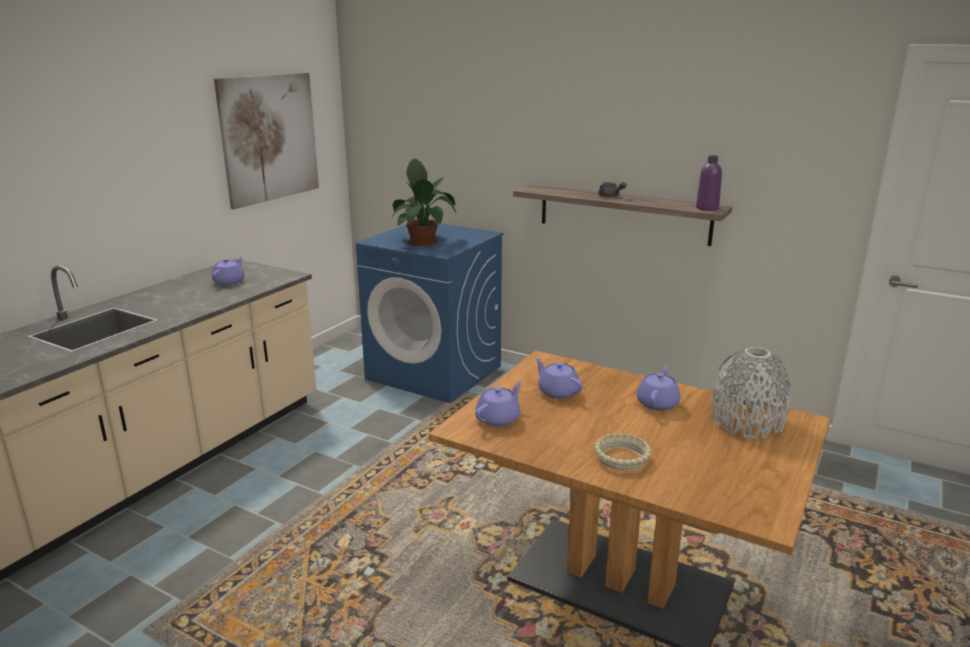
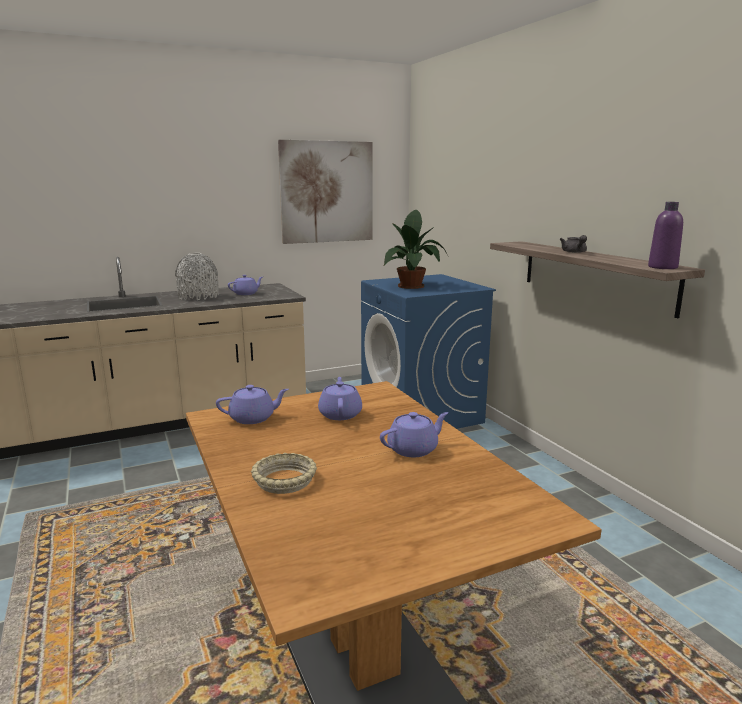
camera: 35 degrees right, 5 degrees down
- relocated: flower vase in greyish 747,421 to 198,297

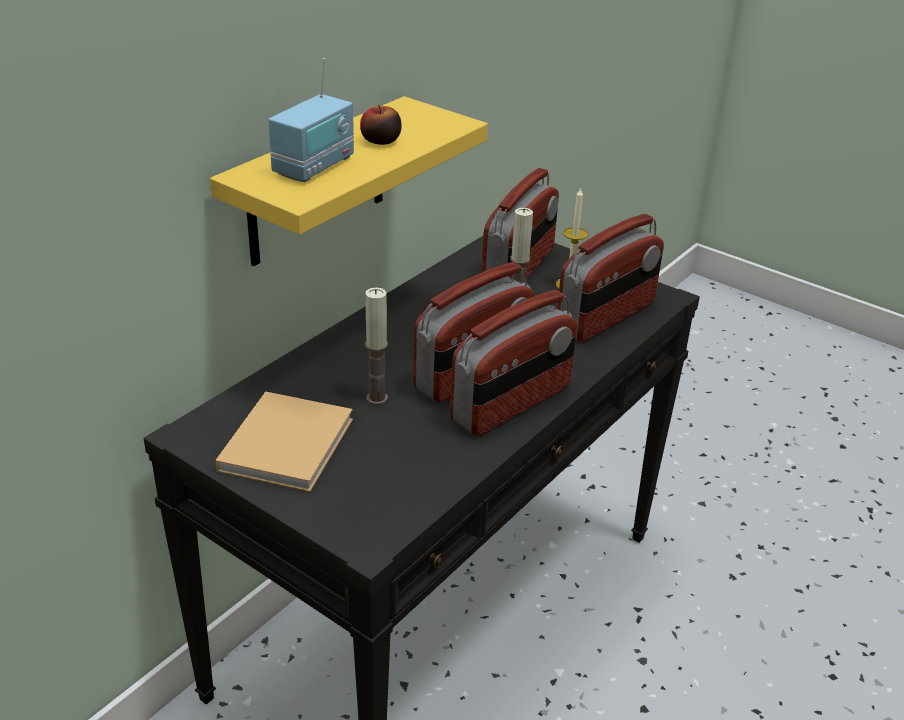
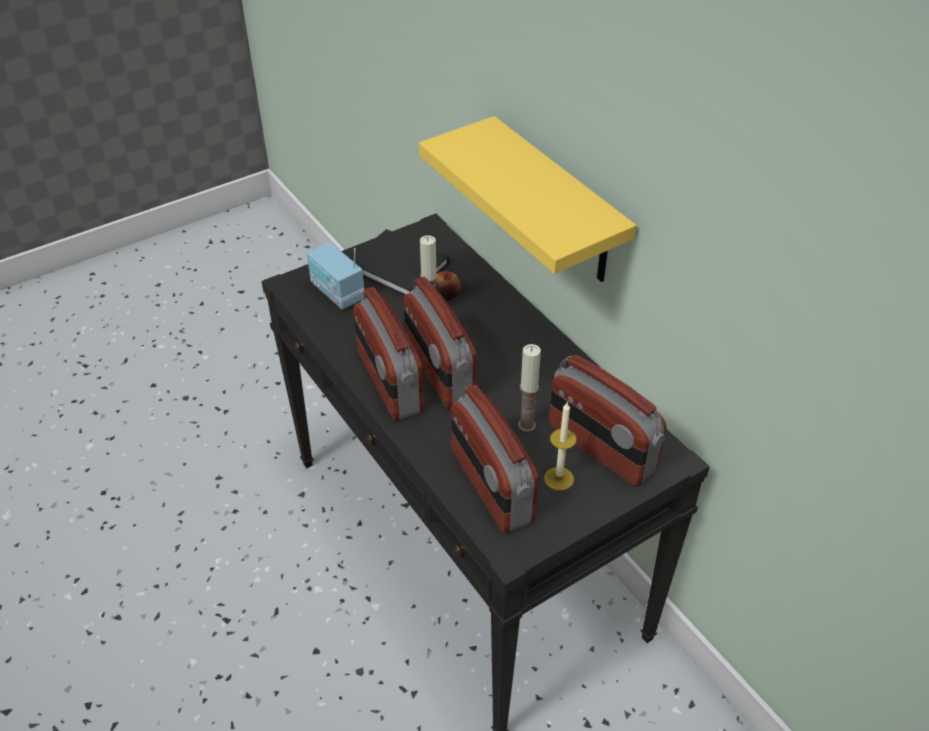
camera: 110 degrees right, 10 degrees up
- colour: volume in sand-coloured 288,442 to volume in blackish 400,267
- relocated: radio 314,167 to 337,292
- relocated: apple fruit 380,141 to 445,294

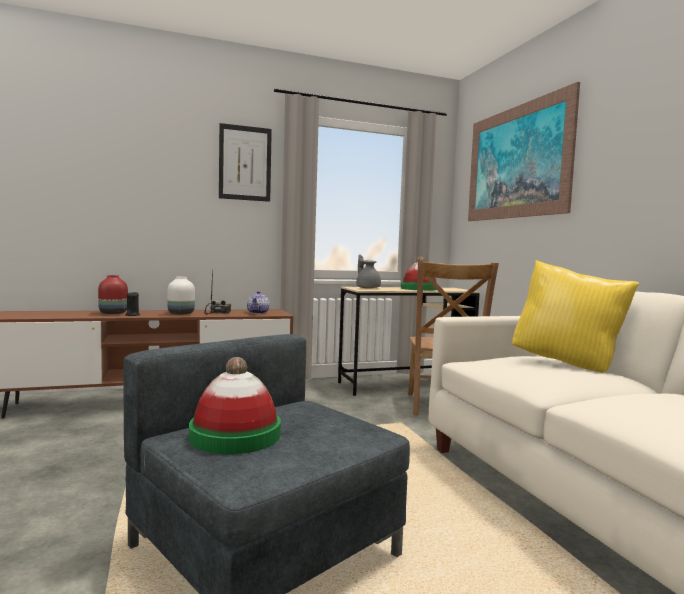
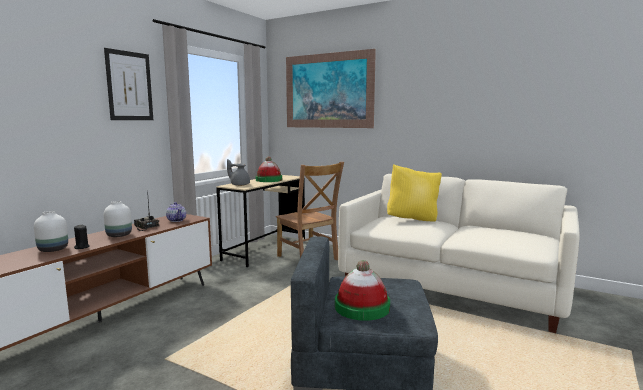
camera: 40 degrees left, 5 degrees up
- colour: flower vase in red-coloured 113,313 to flower vase in whitish 53,249

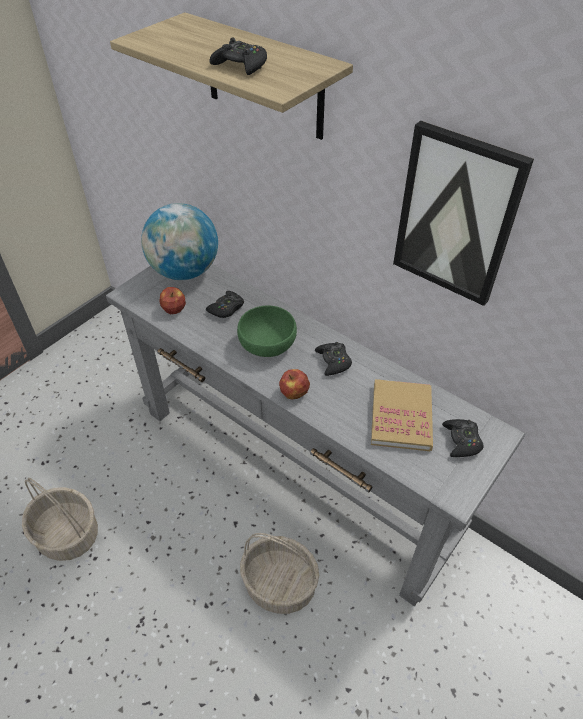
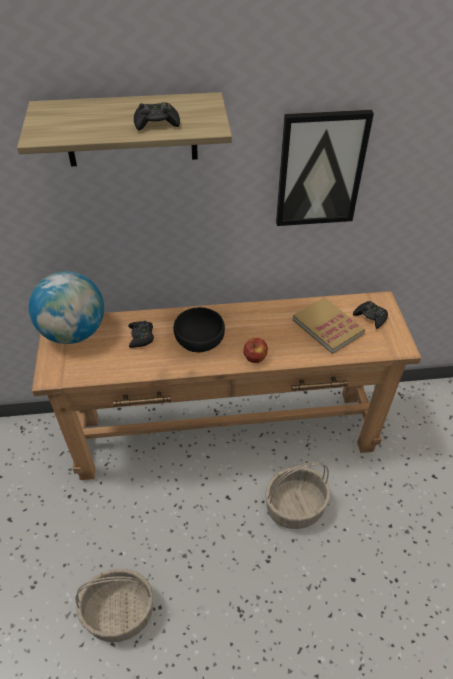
camera: 45 degrees left, 0 degrees up
- colour: narrow table in greyish 293,470 to narrow table in brown-coloured 226,434
- missing: apple fruit 174,309
- colour: deep dish in green 267,343 to deep dish in blackish 199,340
- missing: game controller in blackish 333,361

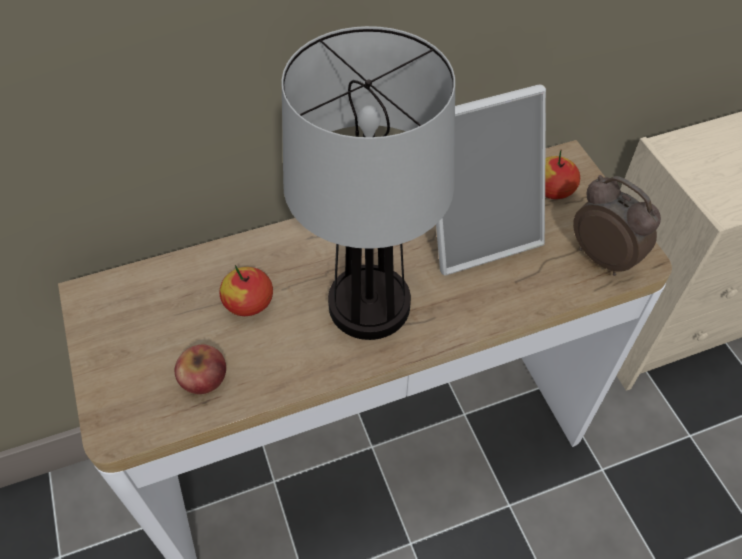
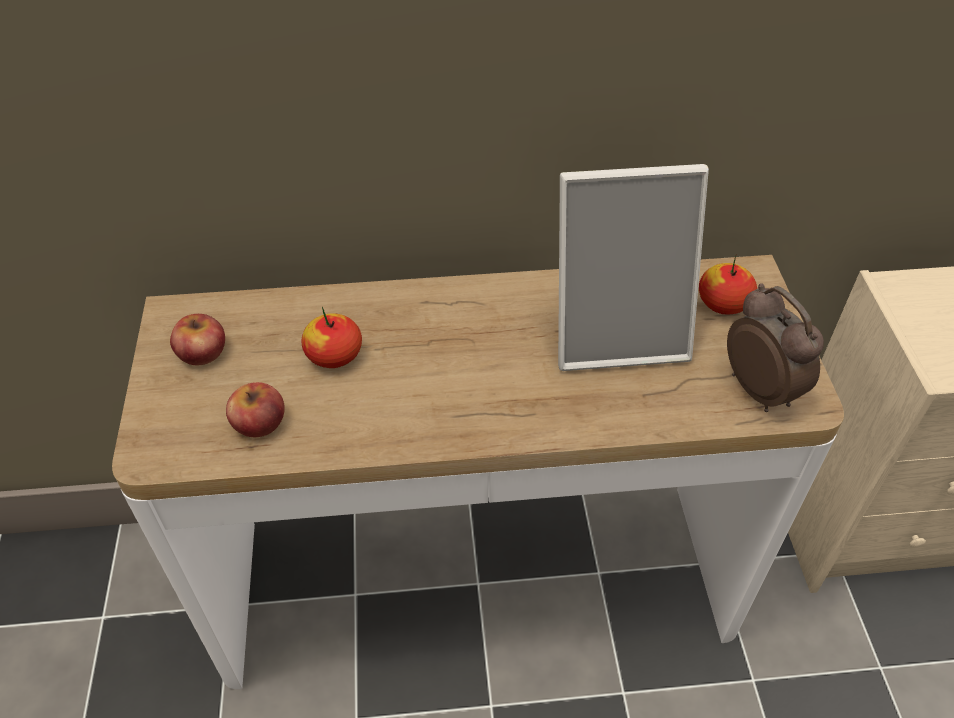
camera: 15 degrees right, 5 degrees down
- missing: tabletop lamp 367,306
- appeared: apple fruit 202,352

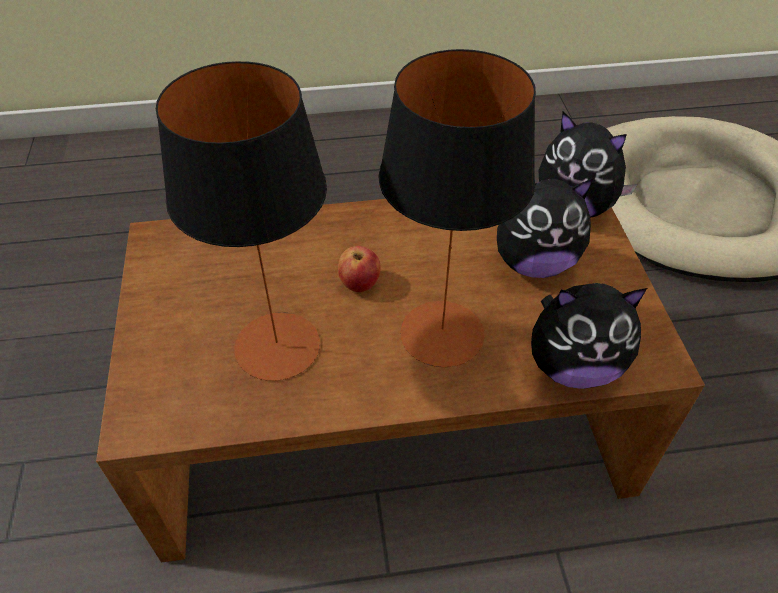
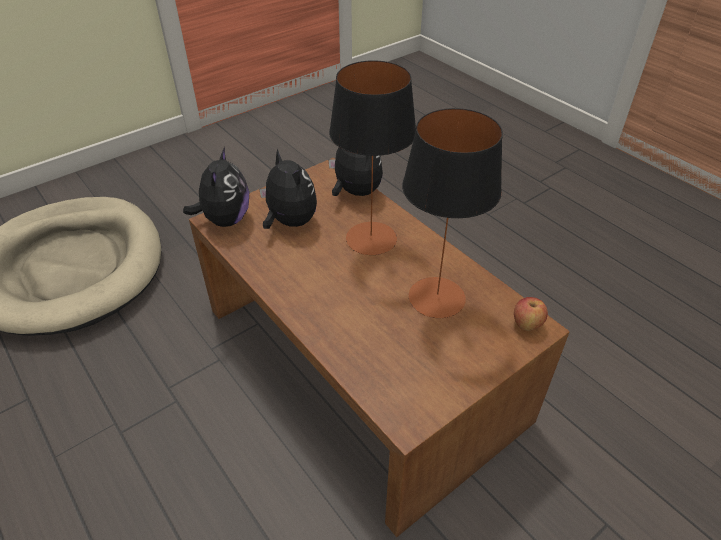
camera: 120 degrees left, 5 degrees down
- relocated: apple fruit 360,283 to 526,324

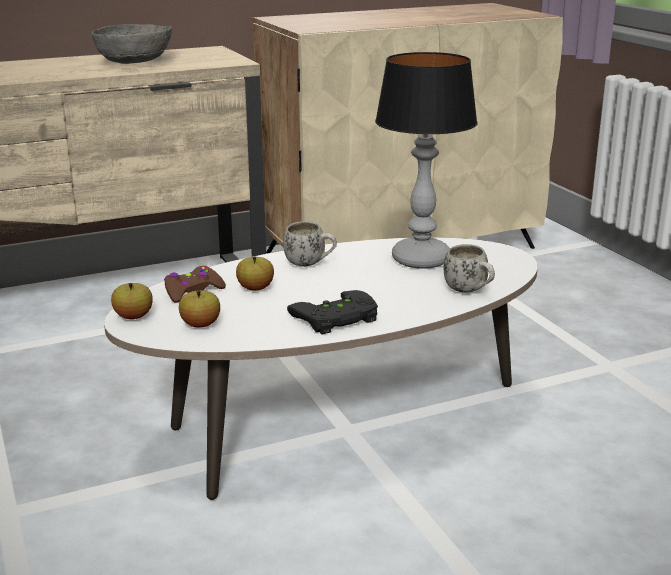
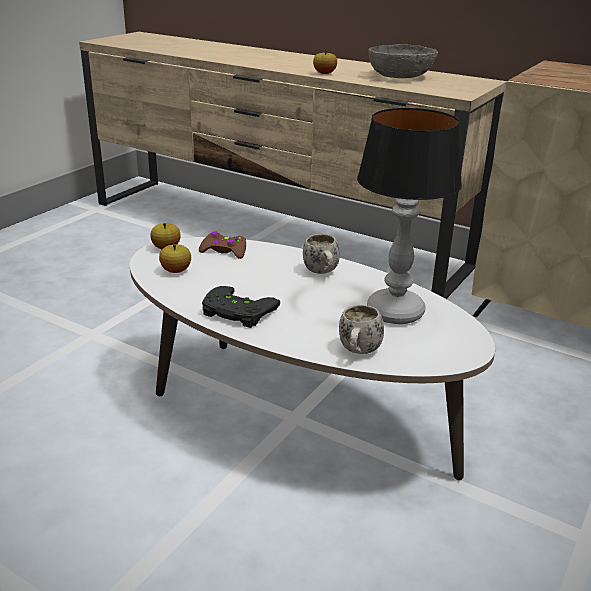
camera: 55 degrees right, 5 degrees up
- relocated: apple fruit 255,288 to 324,73

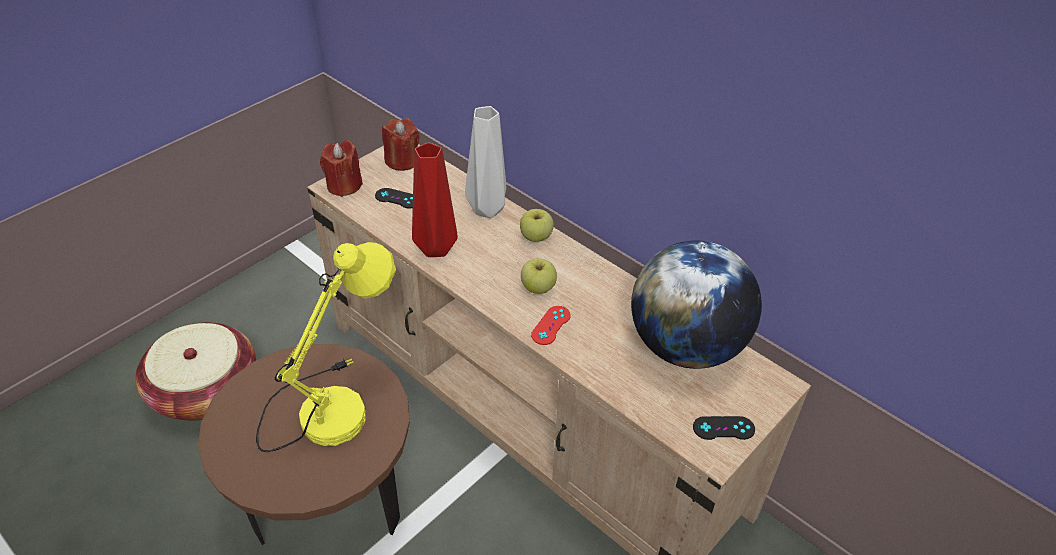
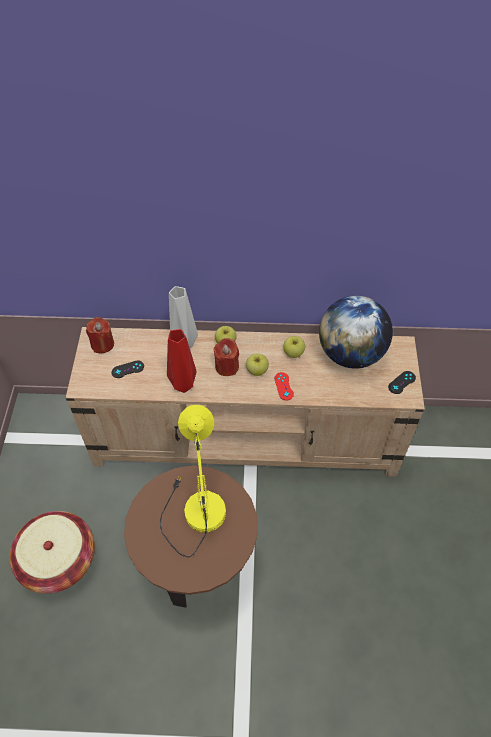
camera: 40 degrees left, 10 degrees up
- relocated: candle in red-coloured 344,185 to 227,366
- appeared: apple fruit 293,353

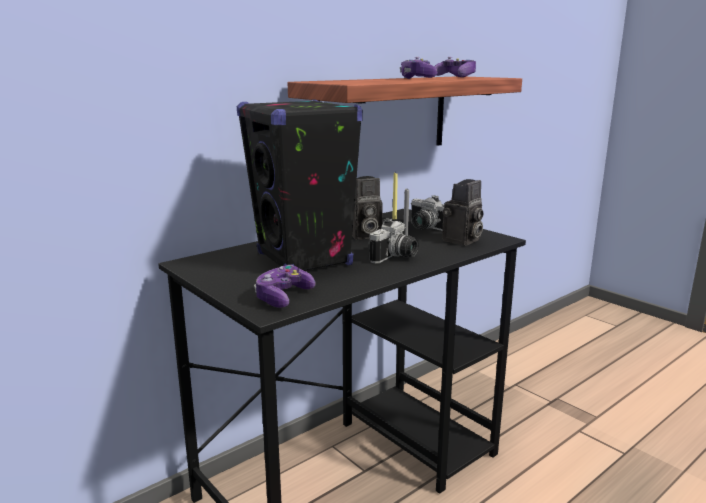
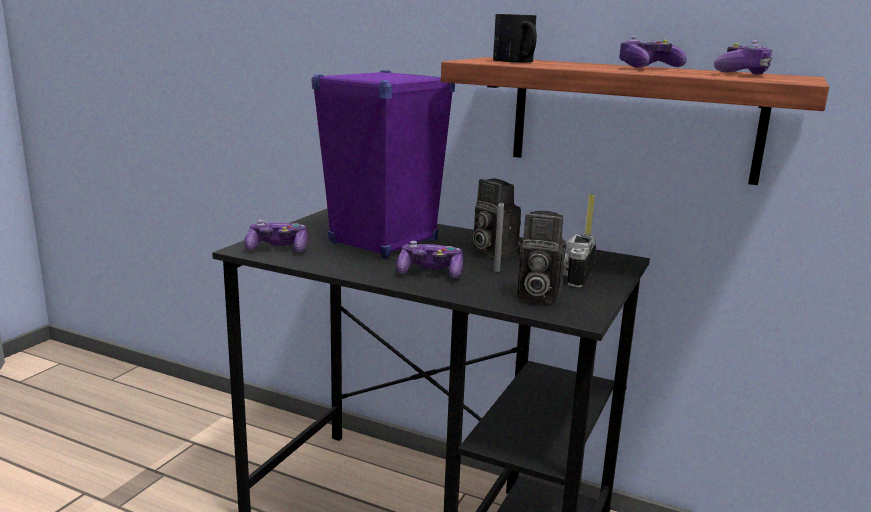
camera: 65 degrees right, 0 degrees up
- colour: loudspeaker in blackish 304,259 to loudspeaker in purplish 383,242
- exchanged: still camera 396,257 to game controller 430,273
- appeared: coffee mug 517,61

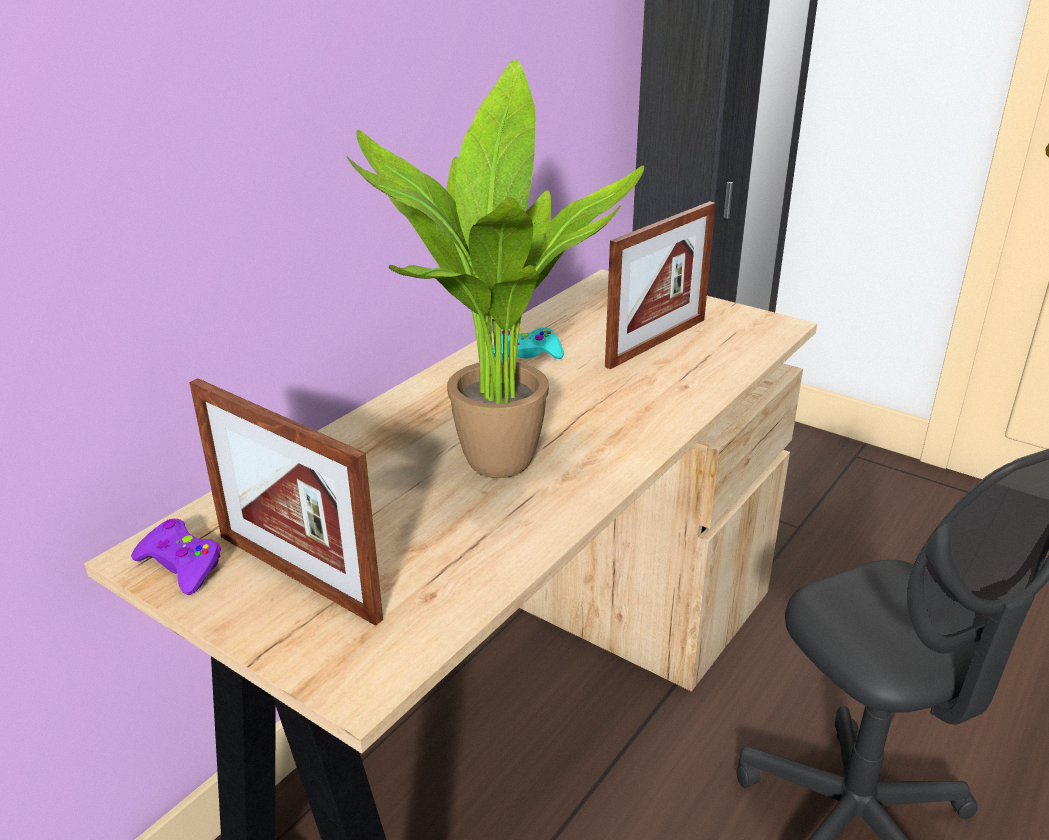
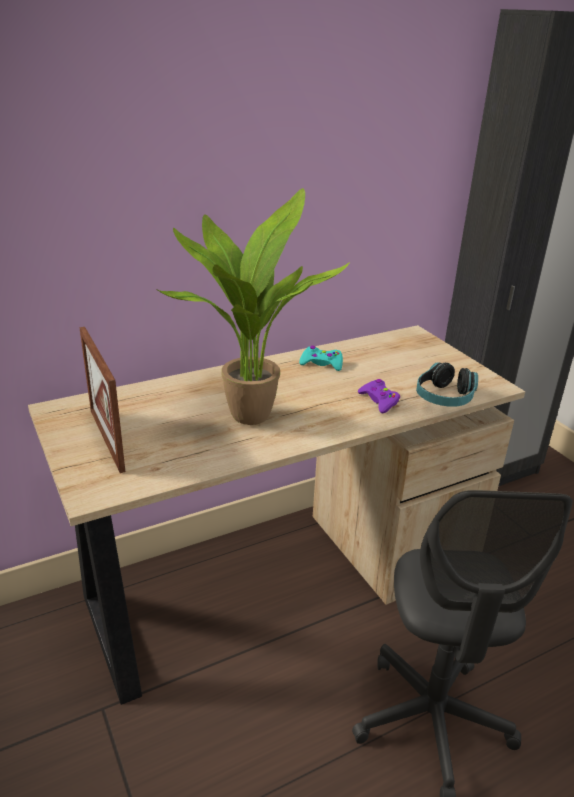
camera: 25 degrees right, 0 degrees up
- relocated: game controller in purplish 181,565 to 379,401
- missing: picture frame 656,342
- appeared: pair of headphones 445,397

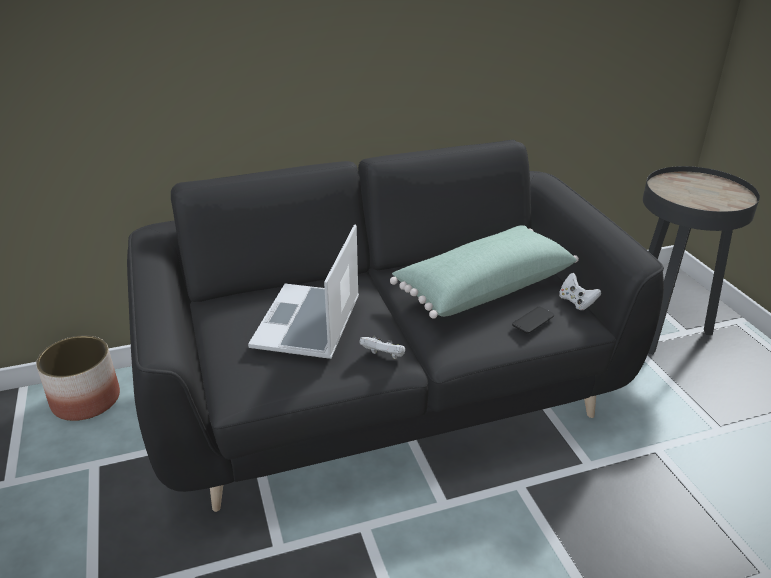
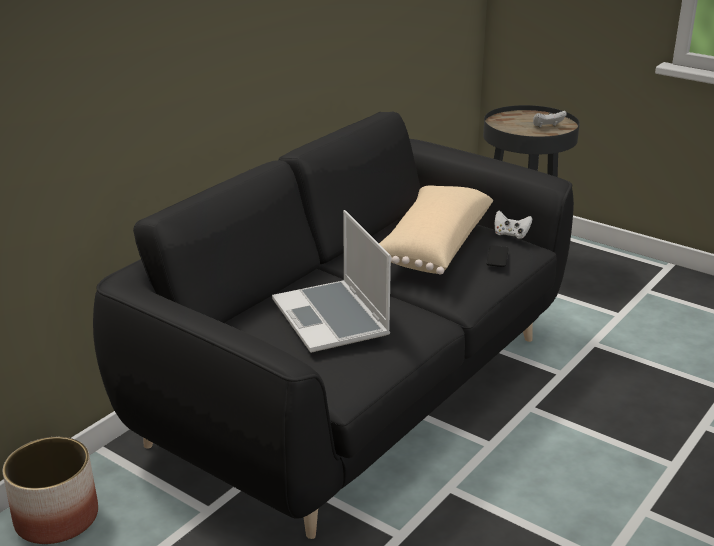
camera: 35 degrees left, 5 degrees down
- relocated: game controller in whitish 384,357 to 547,127
- colour: pillow in green 482,287 to pillow in sand-coloured 432,246

